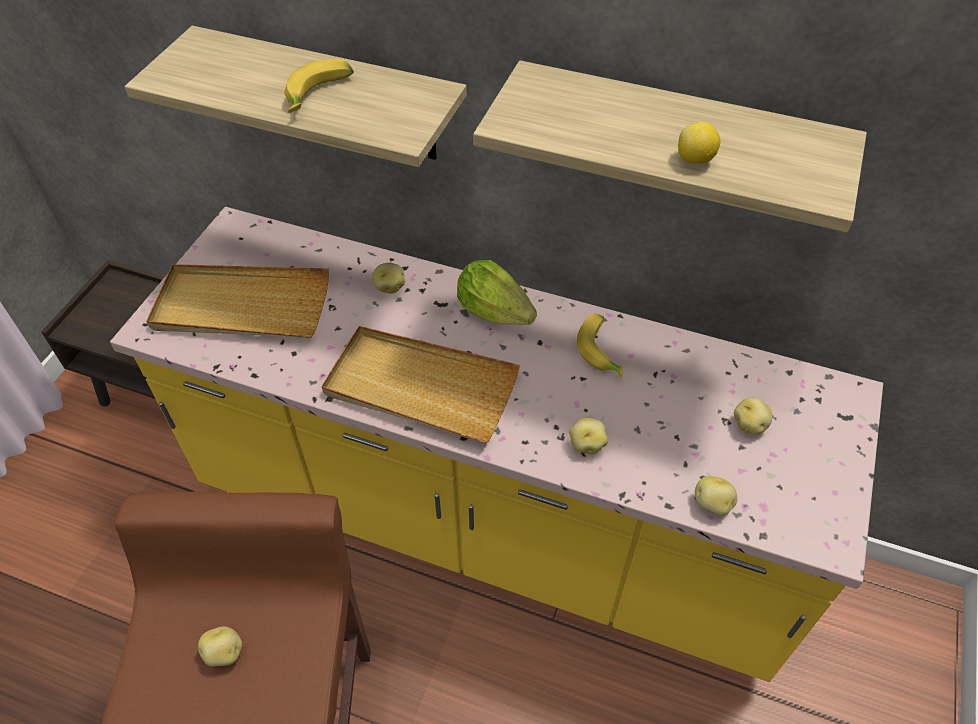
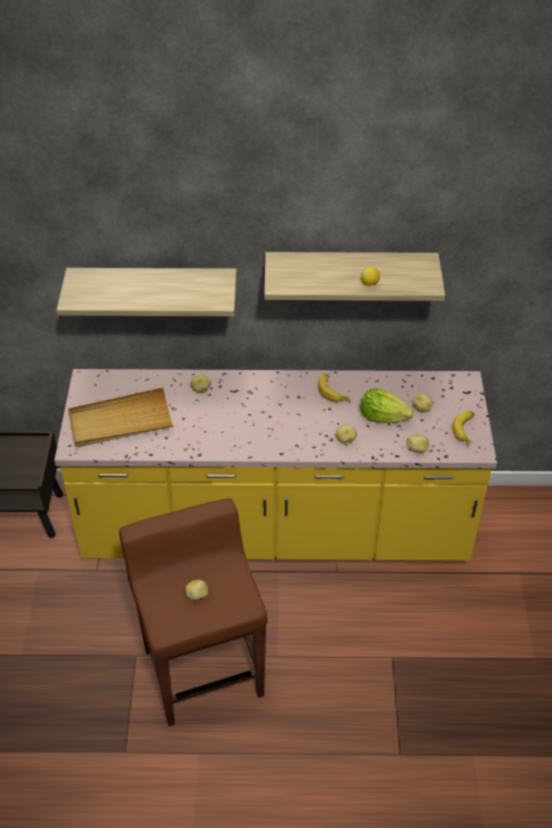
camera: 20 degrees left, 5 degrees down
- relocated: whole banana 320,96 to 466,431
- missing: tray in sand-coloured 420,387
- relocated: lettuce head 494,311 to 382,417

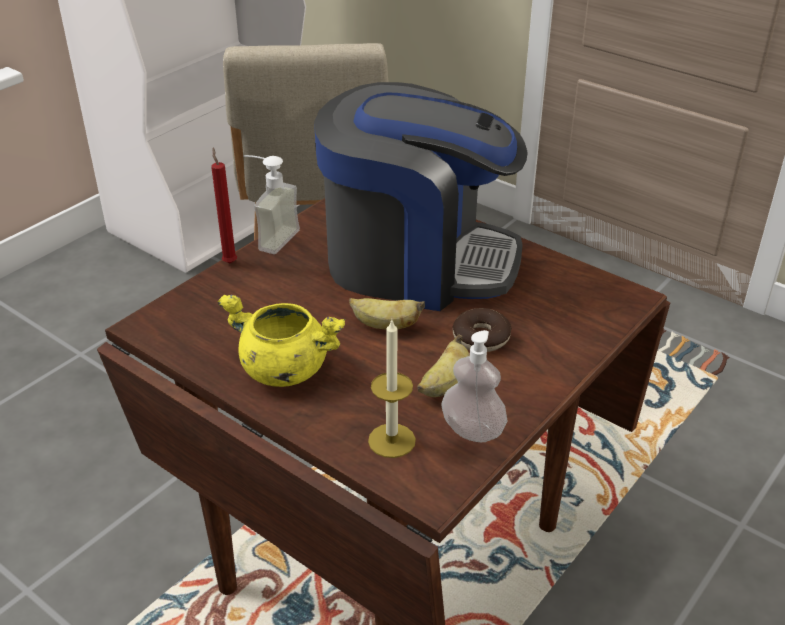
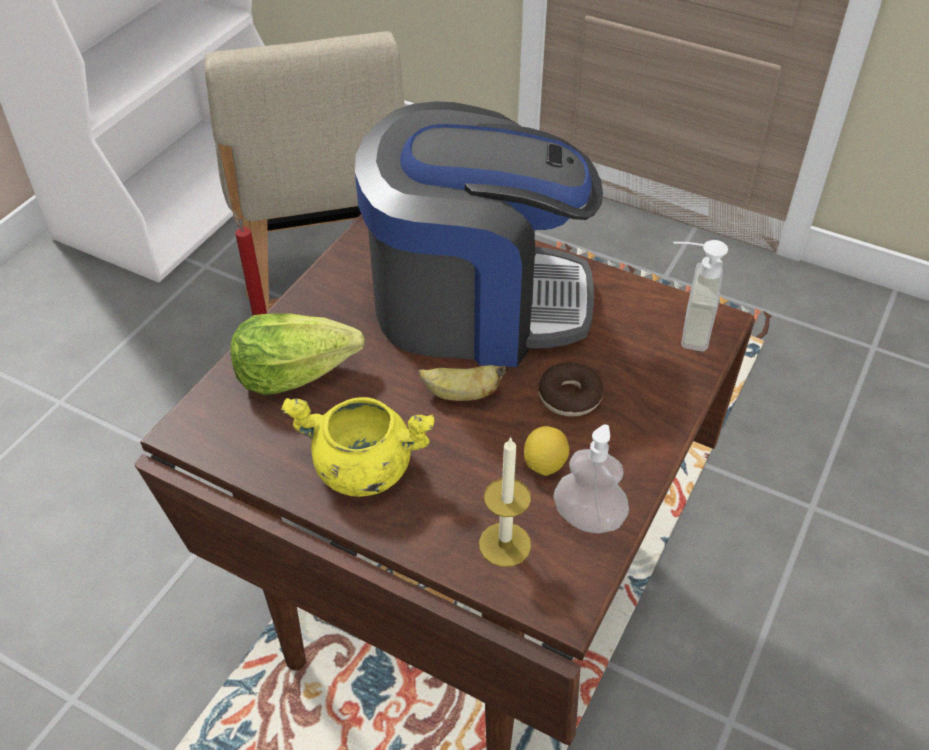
camera: 10 degrees left, 10 degrees up
- relocated: soap dispenser 270,238 to 683,327
- exchanged: whole banana 444,385 to whole lemon 544,464
- appeared: lettuce head 294,372

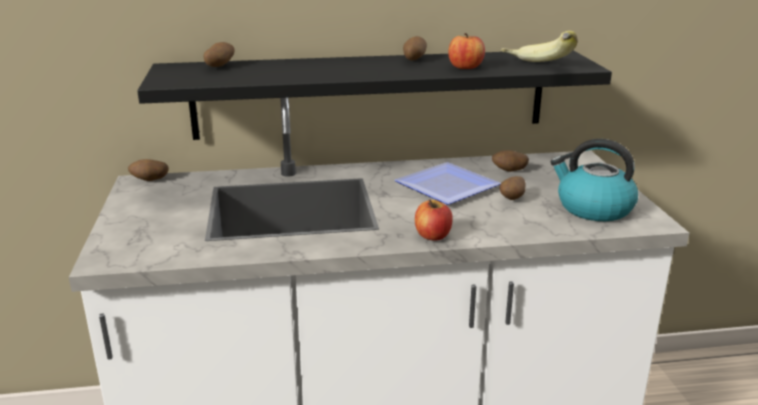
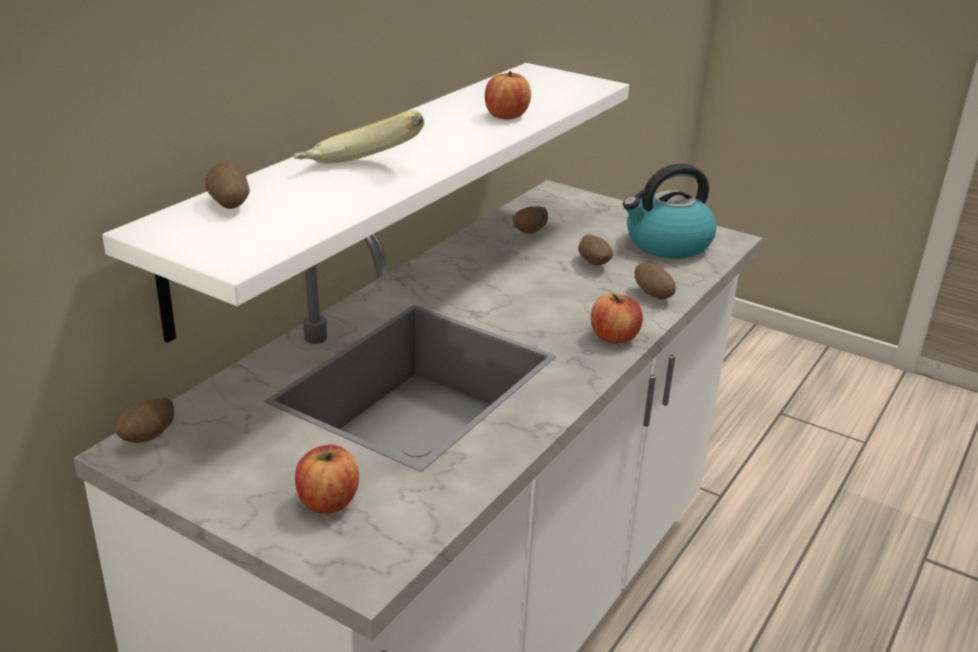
camera: 50 degrees left, 5 degrees up
- colour: bracket shelf in blackish 371,94 to bracket shelf in whitish 363,183
- missing: plate 443,187
- relocated: spud 414,60 to 652,295
- relocated: whole banana 536,67 to 359,171
- appeared: apple fruit 328,501

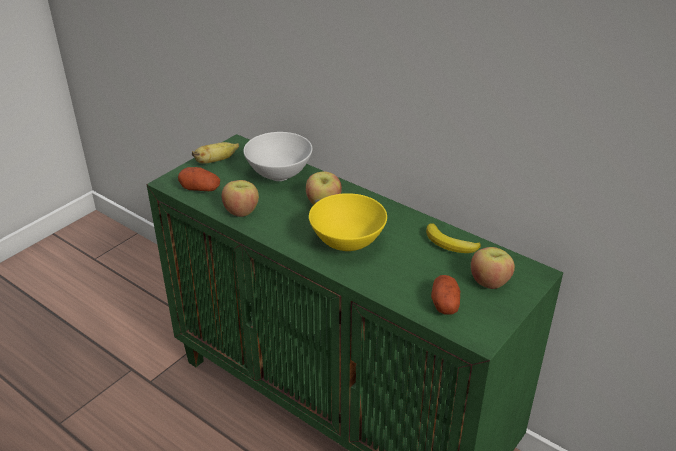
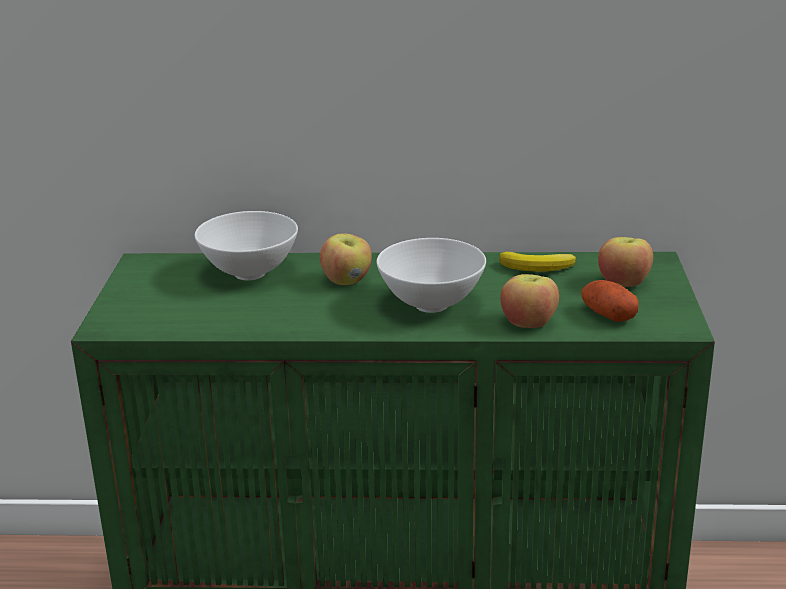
camera: 35 degrees left, 10 degrees down
- missing: spud 200,188
- missing: whole banana 216,161
- relocated: apple fruit 241,211 to 528,323
- colour: deep dish in yellow-coloured 346,244 to deep dish in whitish 430,305

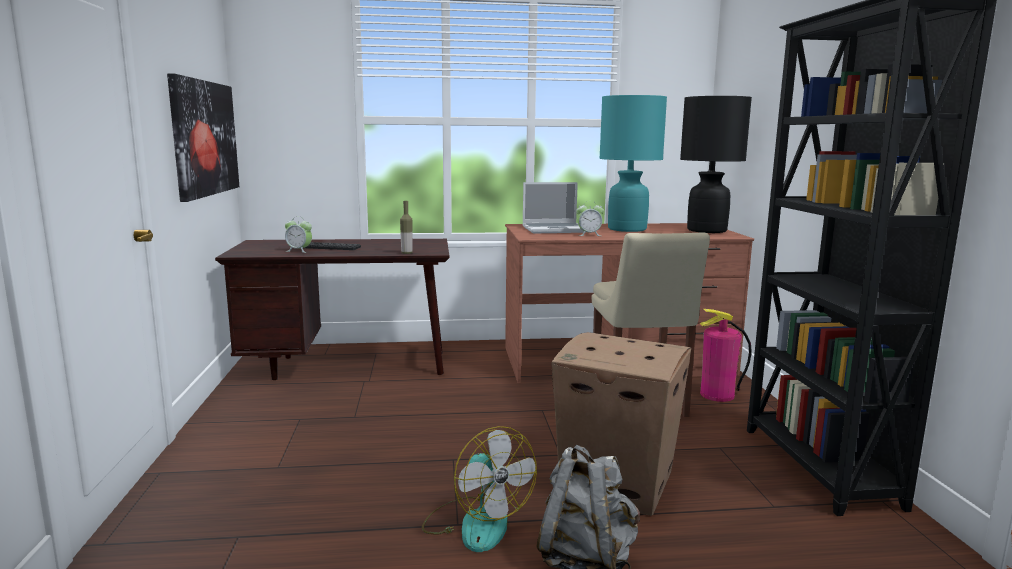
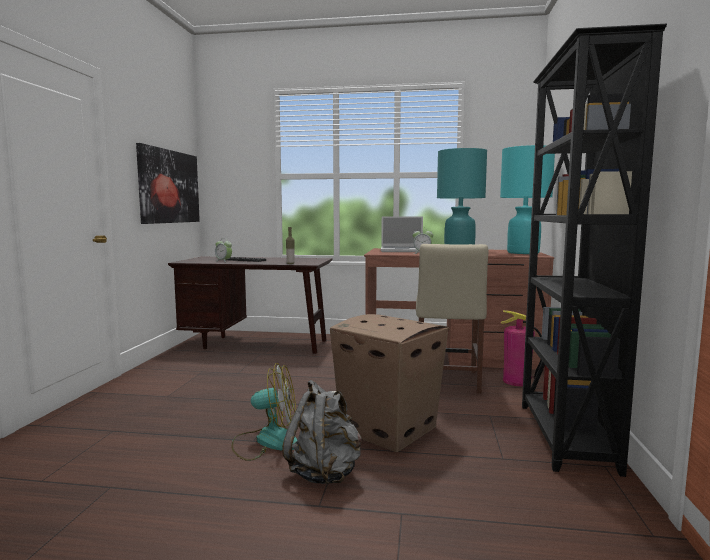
camera: 15 degrees right, 5 degrees down
- spun: fan 476,522 = 266,441 75 degrees counterclockwise
- colour: tabletop lamp in blackish 706,230 to tabletop lamp in blue-green 522,253

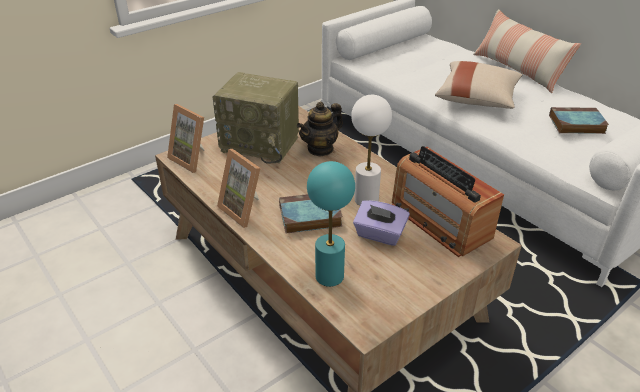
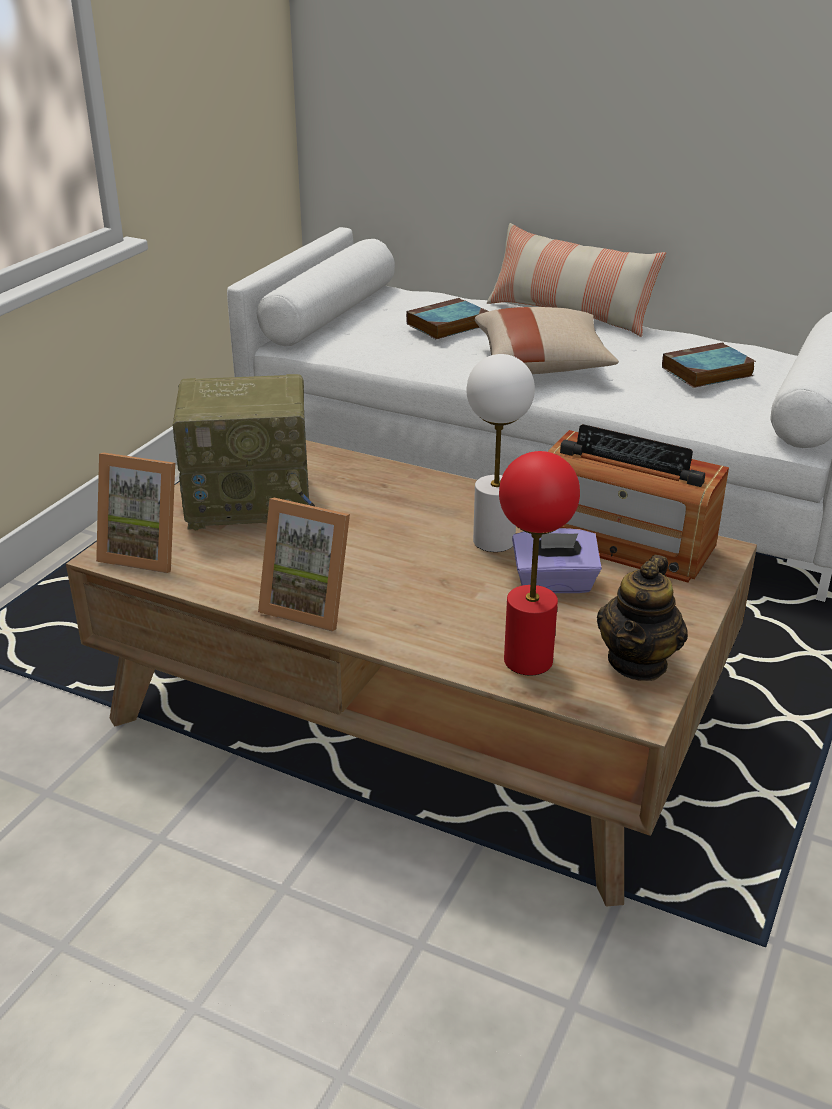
camera: 25 degrees left, 5 degrees down
- relocated: volume 309,217 to 446,325
- relocated: tea pot 320,149 to 638,662
- colour: tabletop lamp in blue-green 329,276 to tabletop lamp in red-coloured 527,660

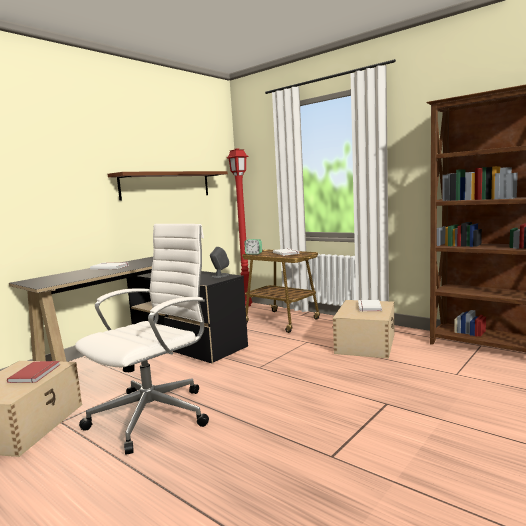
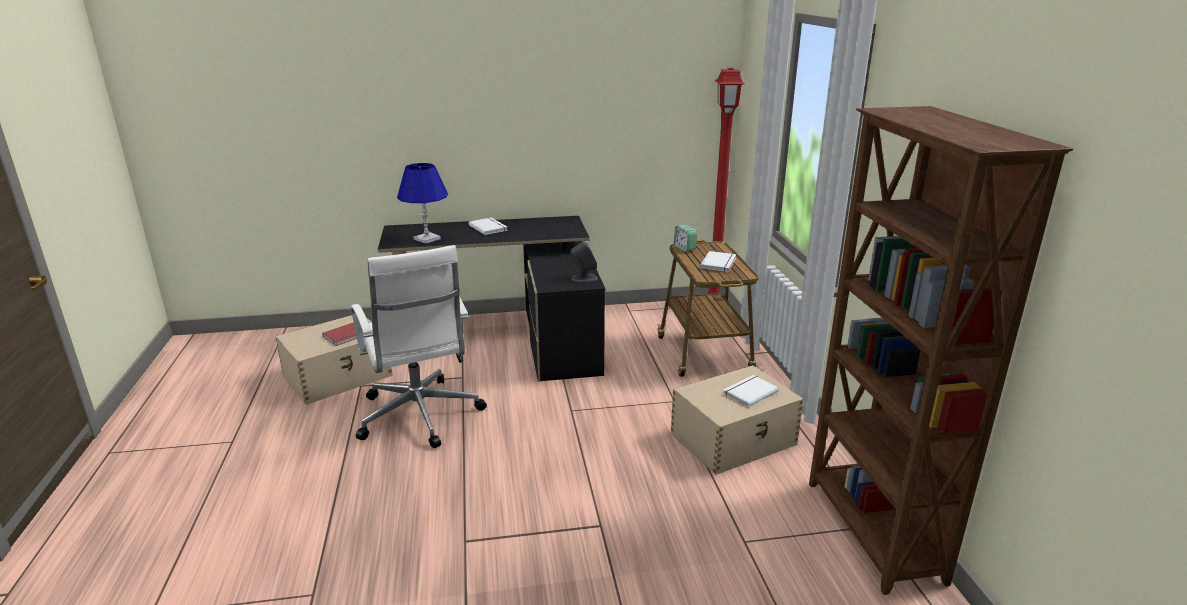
camera: 40 degrees right, 15 degrees up
- spun: desk chair in whitish 155,414 = 419,416 75 degrees clockwise
- missing: bracket shelf in brown-coloured 166,185
- appeared: tabletop lamp in bluish 427,239

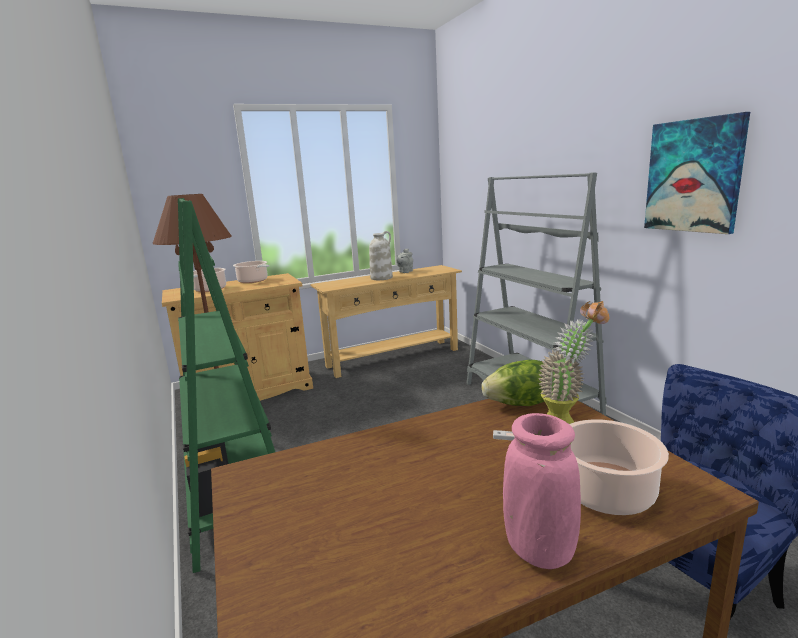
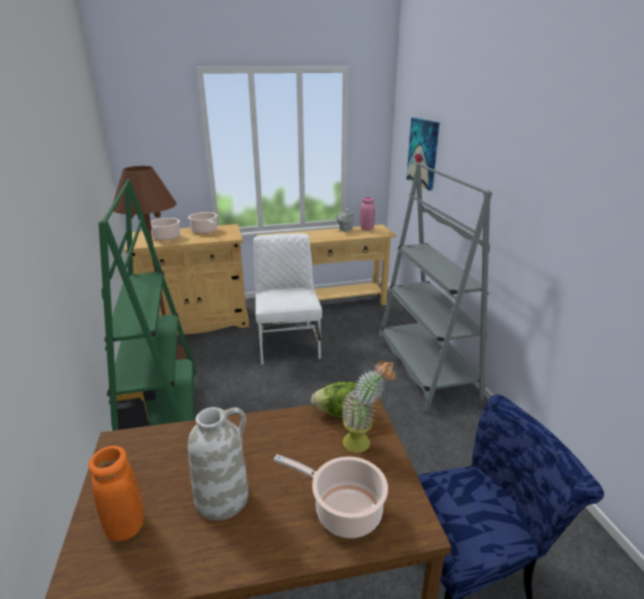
camera: 10 degrees right, 10 degrees up
- relocated: flower vase in whitish 381,278 to 223,497
- relocated: flower vase in pink-coloured 539,550 to 366,229
- relocated: wall art 693,176 to 423,153
- appeared: flower vase in orange-coloured 125,525
- appeared: upright chair in whitish 288,344

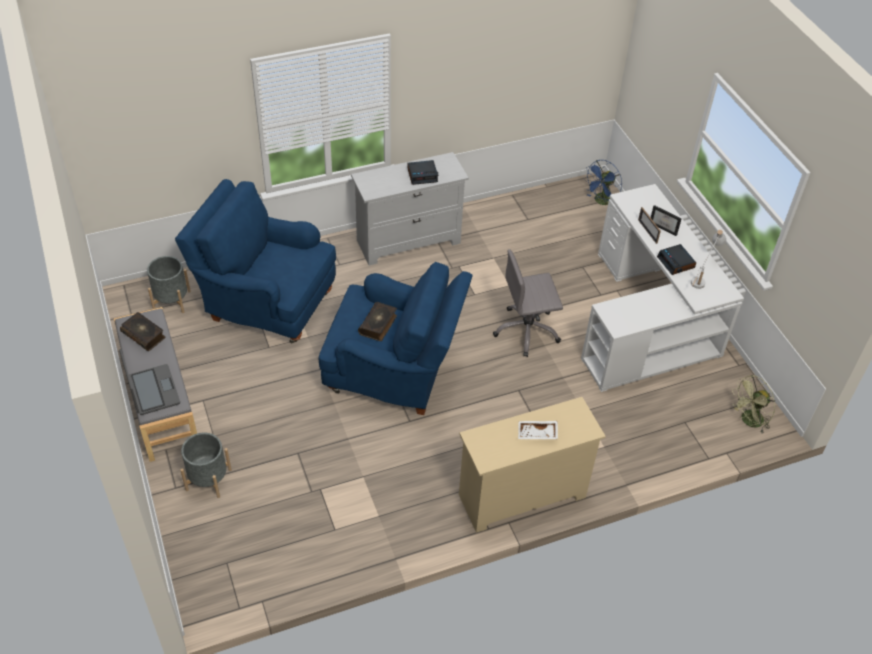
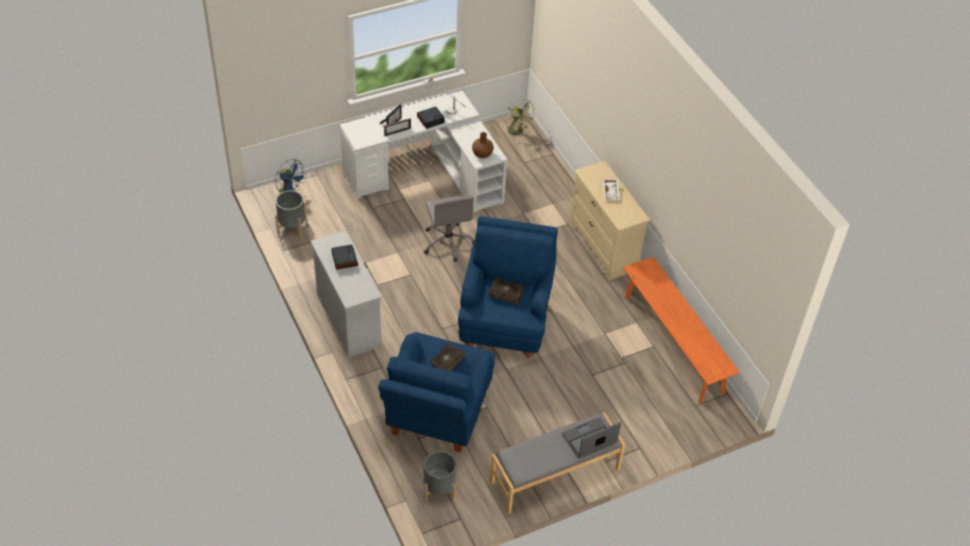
camera: 95 degrees left, 0 degrees up
- relocated: volume 144,335 to 446,363
- relocated: flower pot in greyish 208,479 to 292,226
- appeared: flower vase in brown-coloured 482,154
- appeared: long seat in orange-coloured 673,344

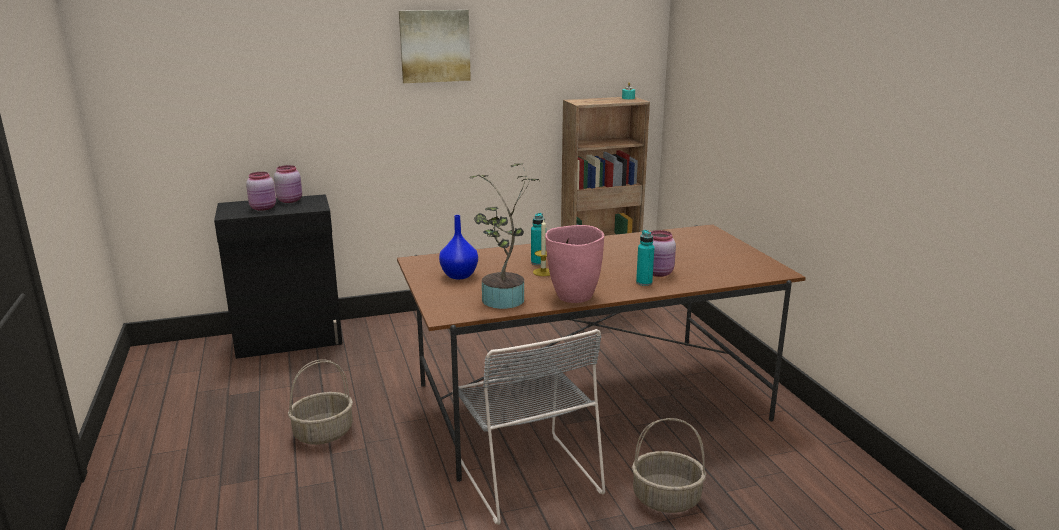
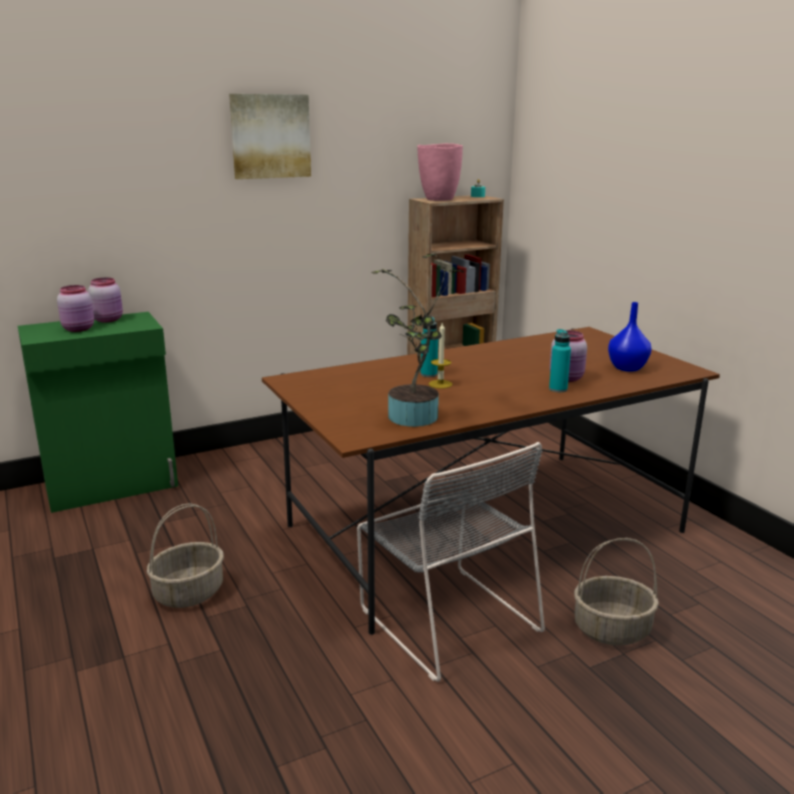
camera: 10 degrees left, 0 degrees up
- colour: cabinet in blackish 290,340 to cabinet in green 113,486
- relocated: flower vase in bluish 459,276 to 627,368
- relocated: flower vase in pink-coloured 574,297 to 439,199

